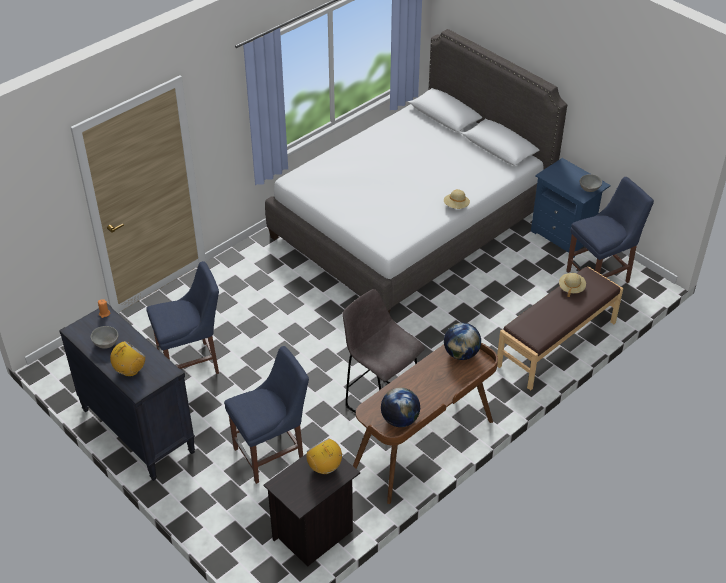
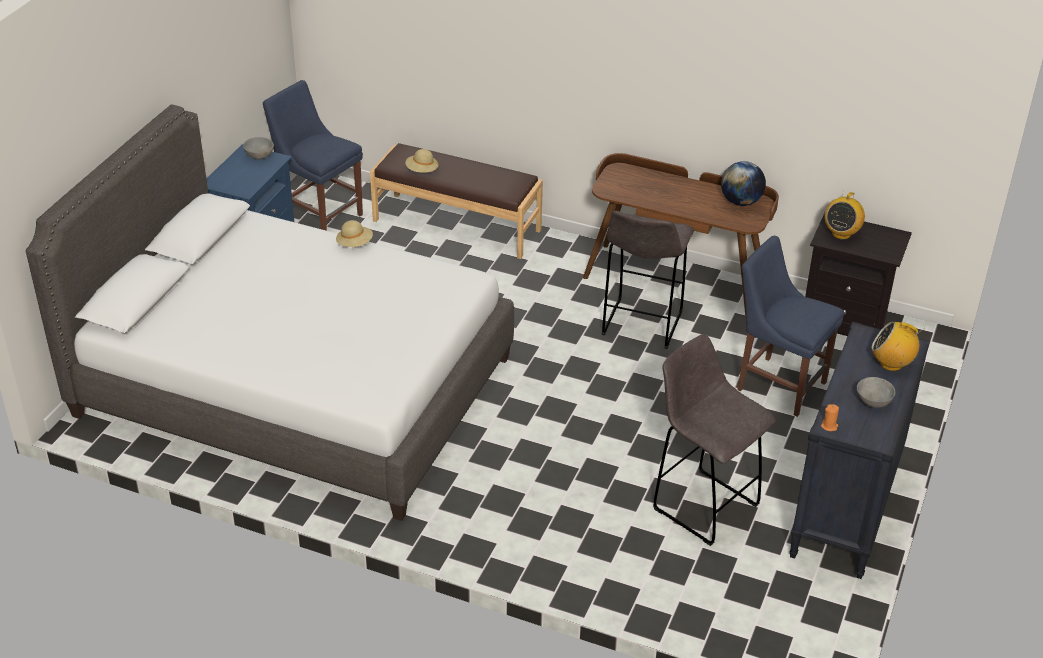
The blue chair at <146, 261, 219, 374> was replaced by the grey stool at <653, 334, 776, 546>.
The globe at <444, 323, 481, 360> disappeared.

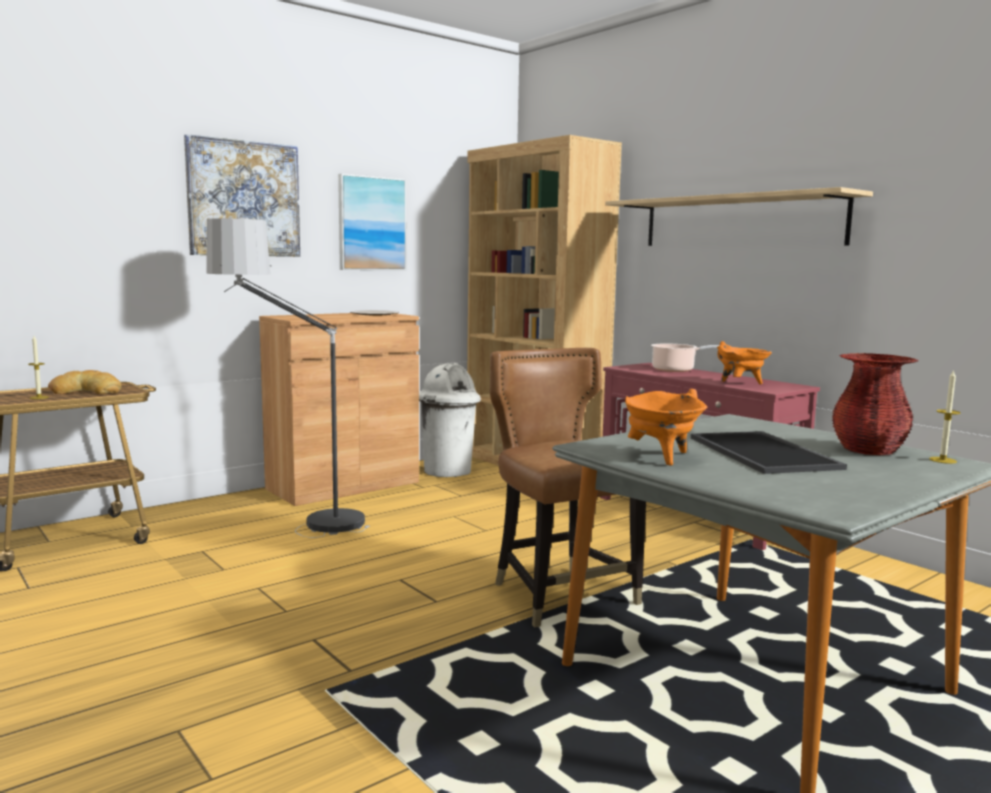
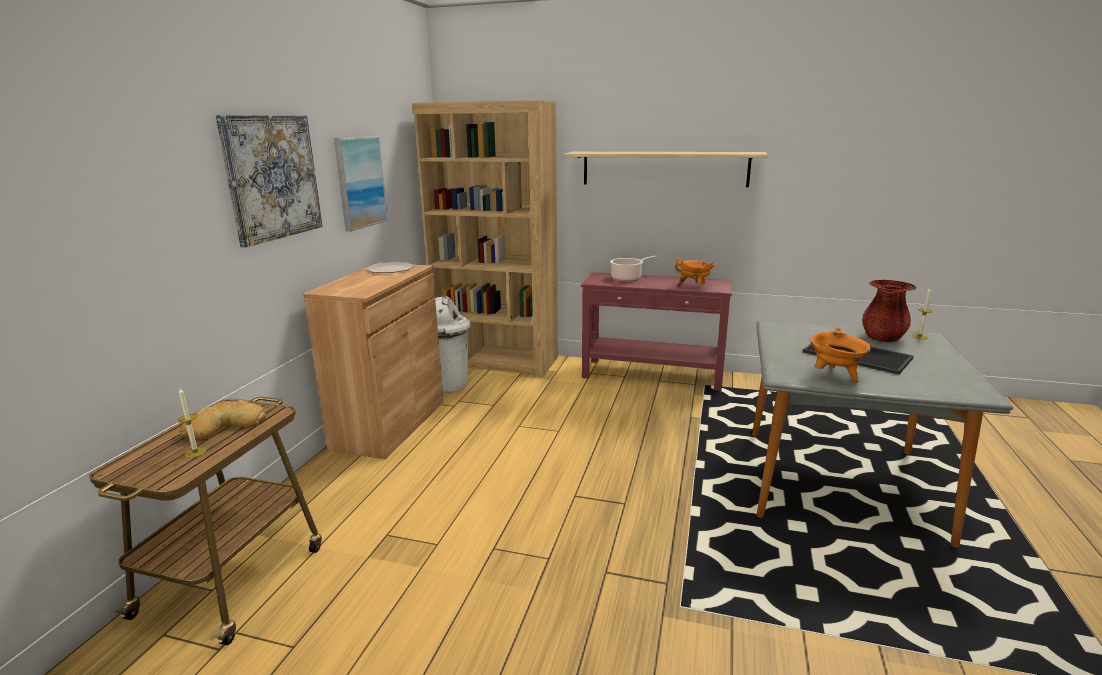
The floor lamp at <206, 218, 370, 538> disappeared.
The brown chair at <490, 348, 646, 627> disappeared.

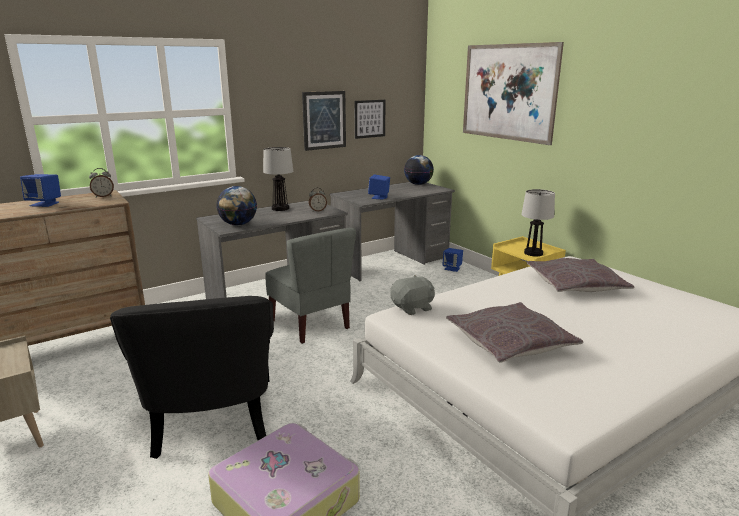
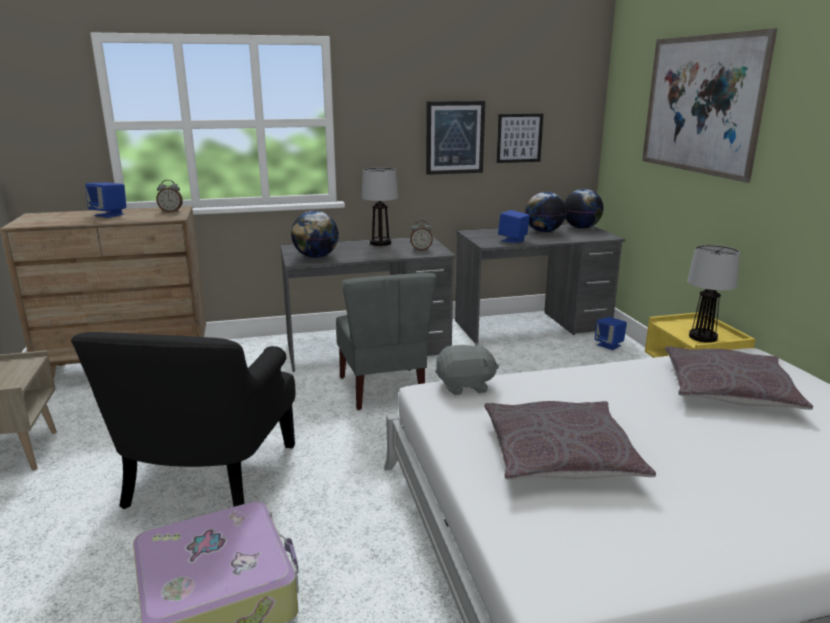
The globe at <525, 192, 566, 232> appeared.

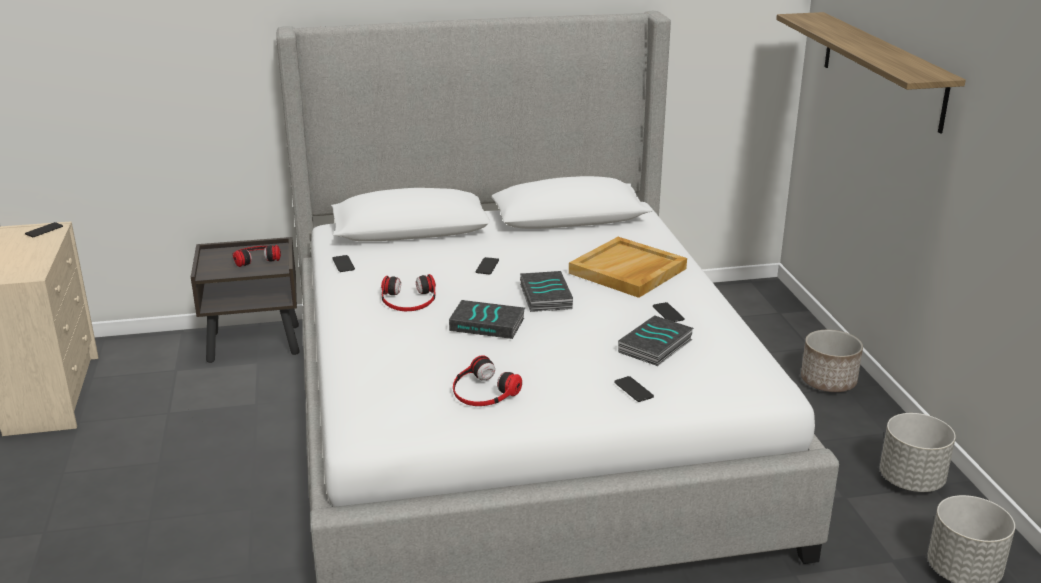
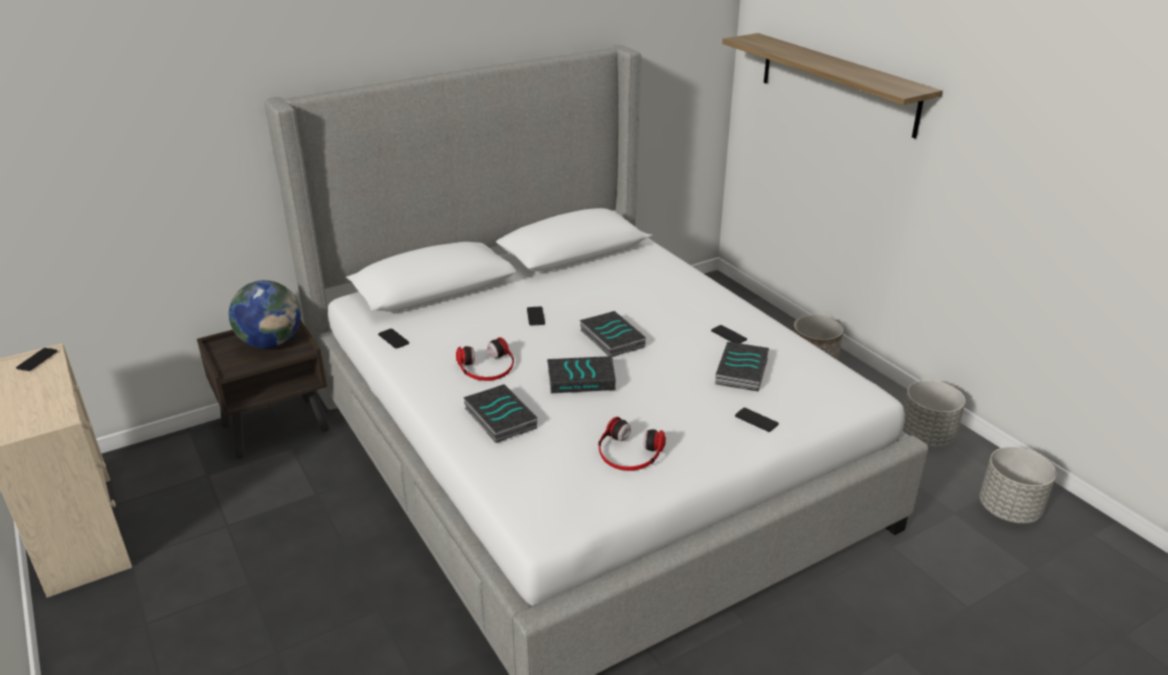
The beige tray at <569, 237, 687, 298> disappeared.
The headphones at <232, 245, 281, 267> was replaced by the globe at <229, 280, 301, 348>.
The book at <463, 384, 537, 443> appeared.

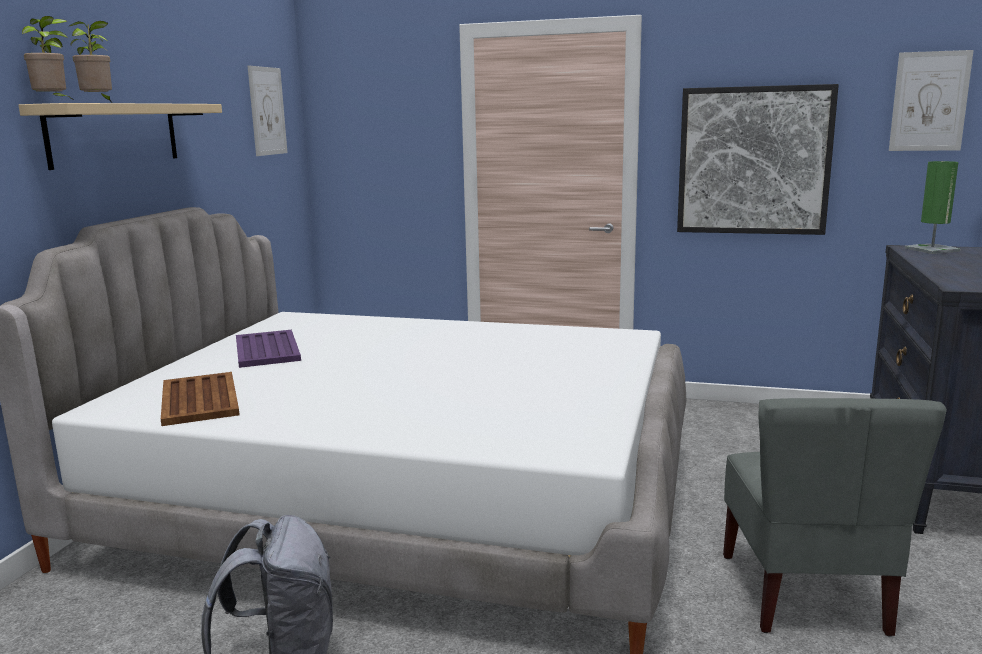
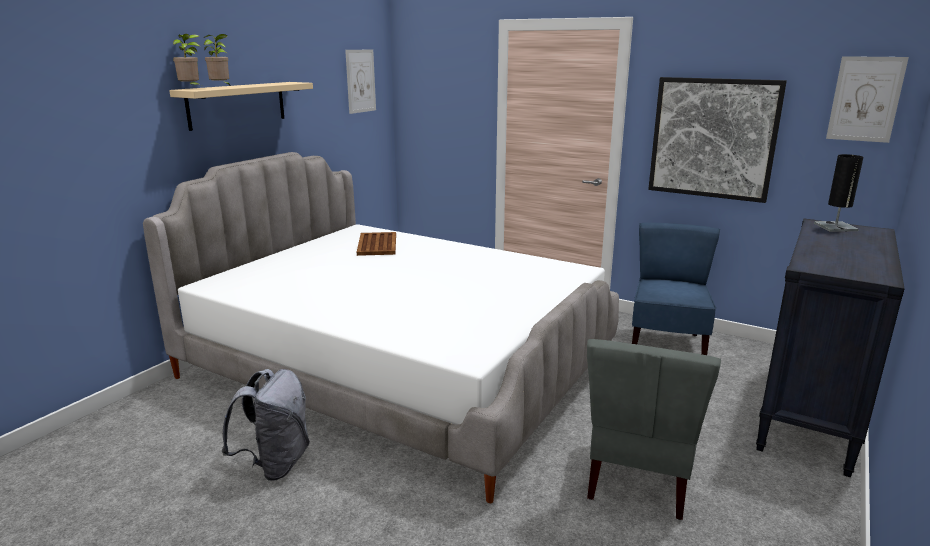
The green table lamp at <905, 161, 960, 254> became the black table lamp at <814, 154, 863, 231>.
The purple tray at <236, 330, 301, 368> disappeared.
The brown tray moved from <161, 372, 240, 426> to <357, 232, 396, 256>.
The blue chair at <632, 223, 720, 355> appeared.

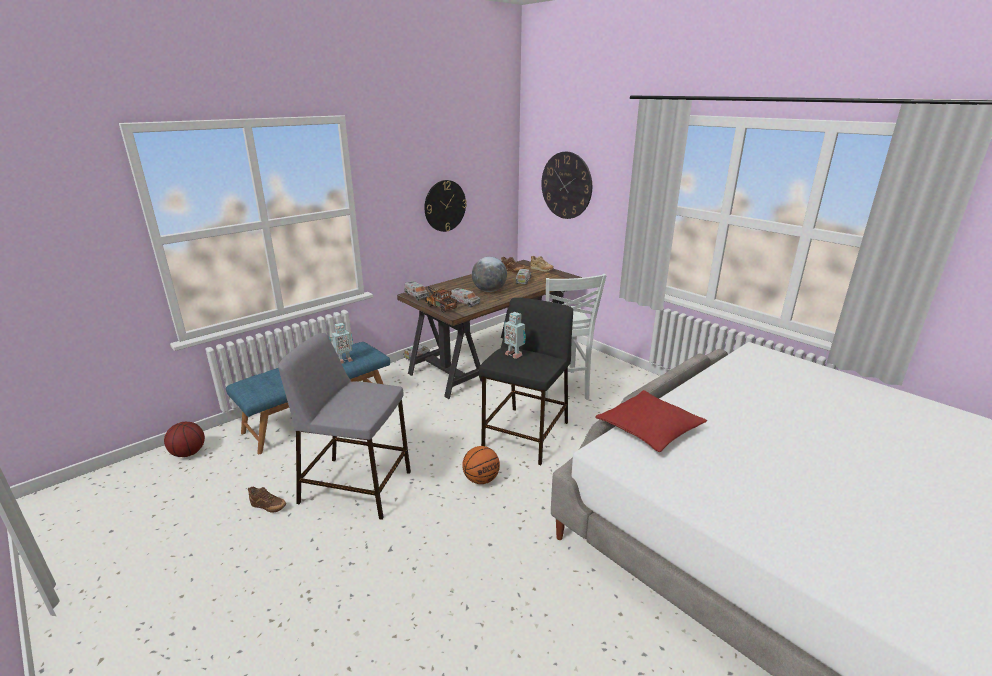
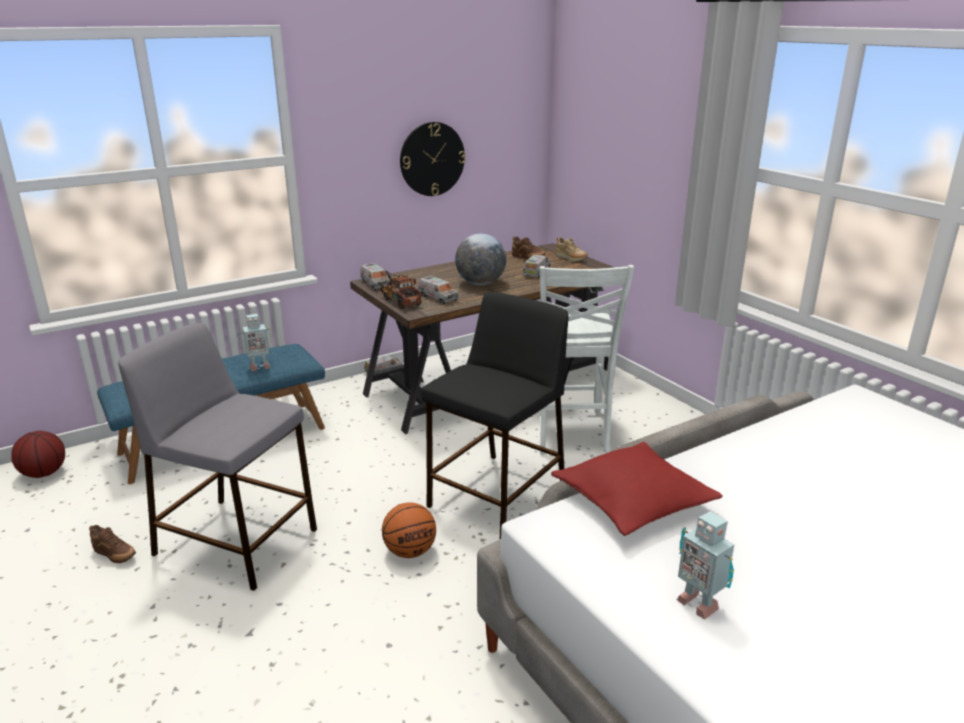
The wall clock at <542, 152, 592, 219> disappeared.
The toy robot moved from <504, 312, 526, 359> to <677, 511, 734, 620>.

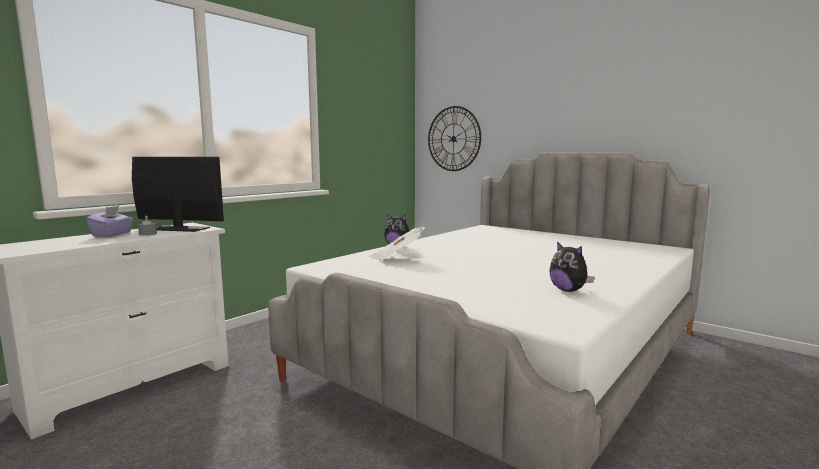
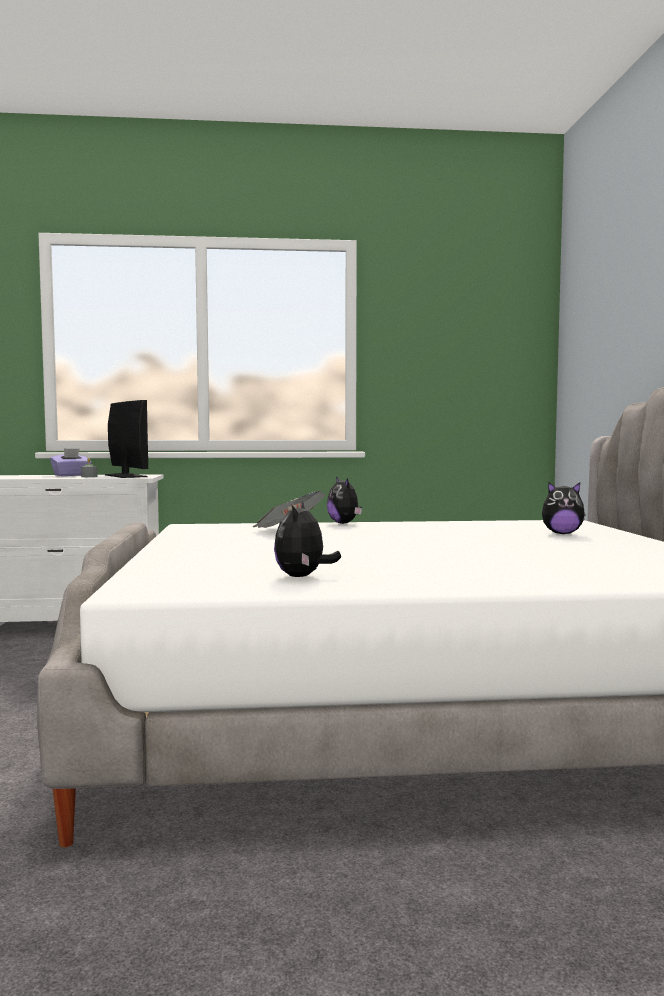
The wall clock at <428, 106, 481, 171> disappeared.
The plush toy at <542, 482, 586, 534> appeared.

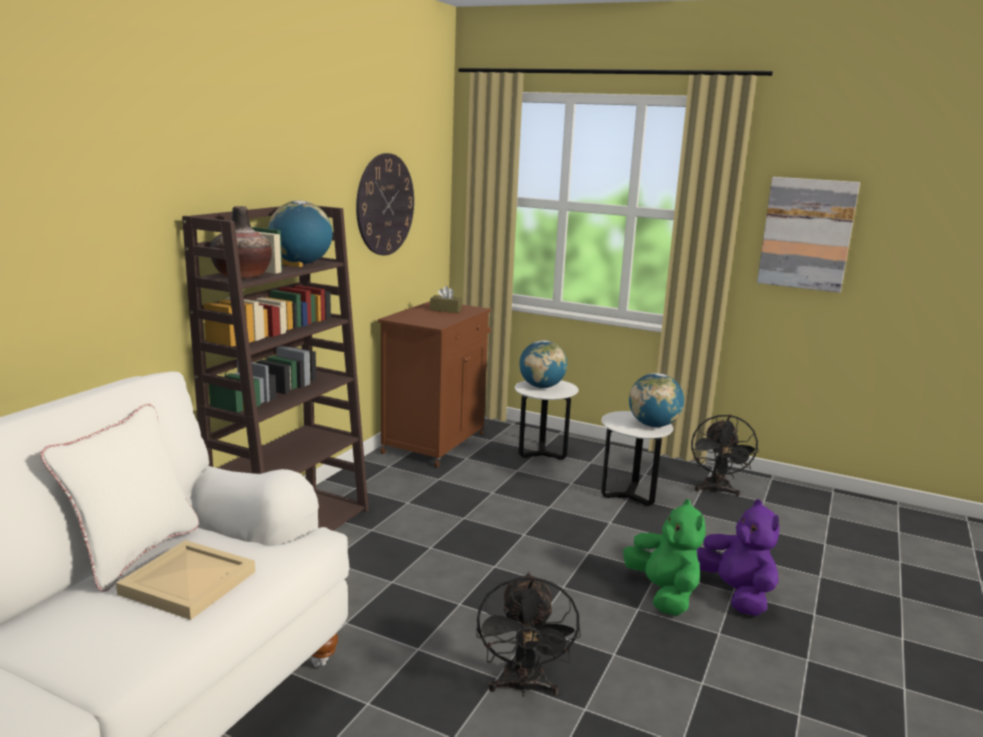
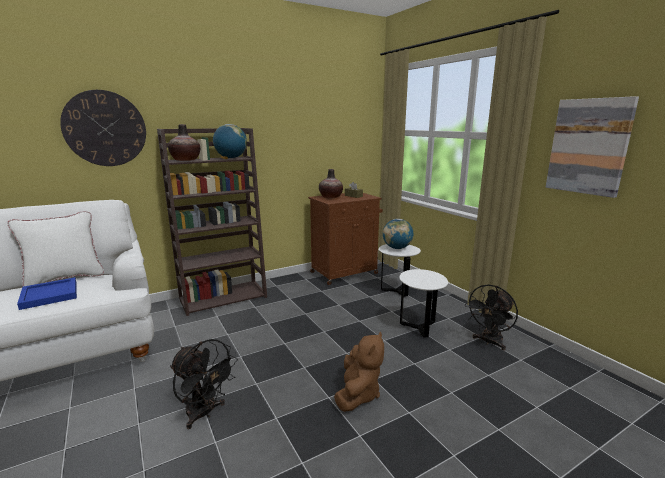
The wall clock moved from <356, 153, 414, 256> to <60, 90, 146, 166>.
The globe at <629, 373, 684, 427> disappeared.
The green plush toy at <623, 499, 705, 616> became the brown plush toy at <334, 331, 384, 412>.
The purple plush toy at <697, 499, 780, 616> disappeared.
The beige tray at <116, 540, 255, 620> became the blue tray at <17, 277, 77, 310>.
The black fan at <476, 572, 581, 697> turned 90 degrees counterclockwise.
The vase at <319, 169, 343, 198> appeared.

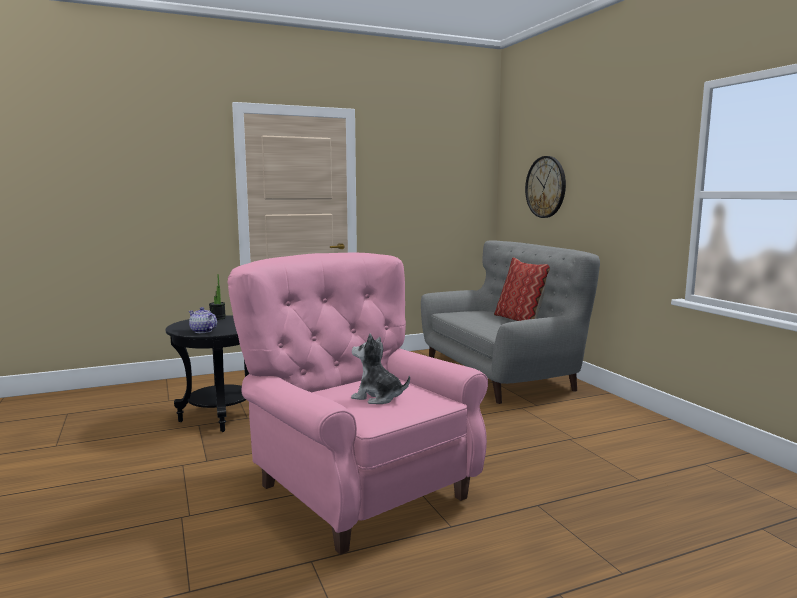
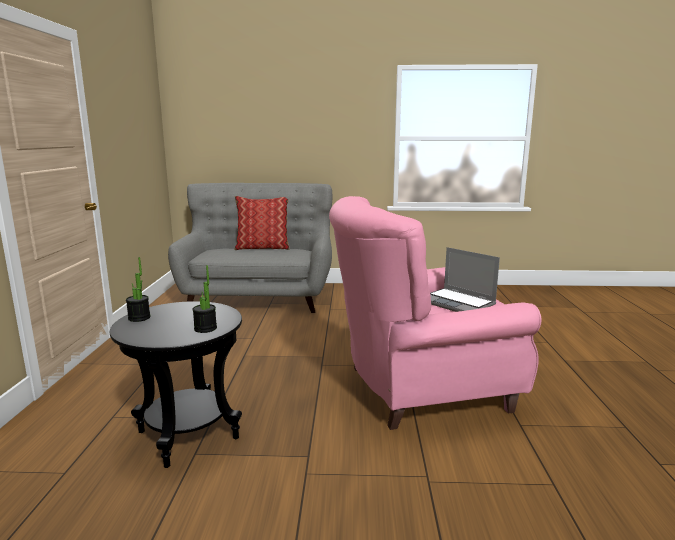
The wall clock at <525, 156, 566, 218> disappeared.
The teapot at <189, 307, 217, 333> was replaced by the potted plant at <192, 265, 217, 333>.
The plush toy at <351, 334, 410, 404> was replaced by the laptop at <430, 247, 500, 312>.

